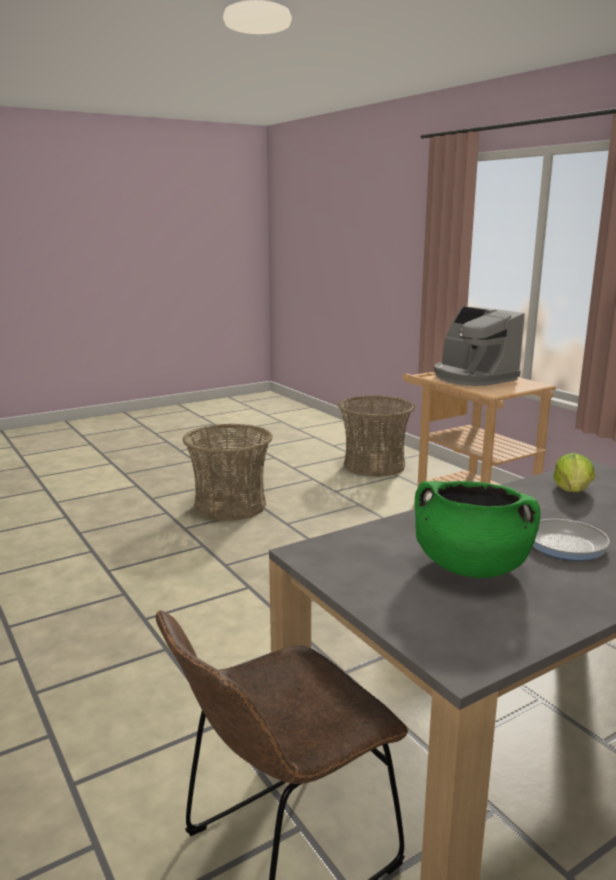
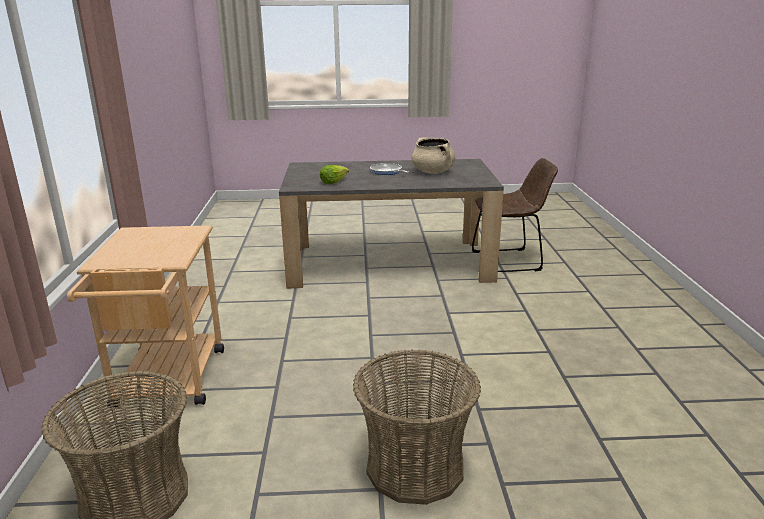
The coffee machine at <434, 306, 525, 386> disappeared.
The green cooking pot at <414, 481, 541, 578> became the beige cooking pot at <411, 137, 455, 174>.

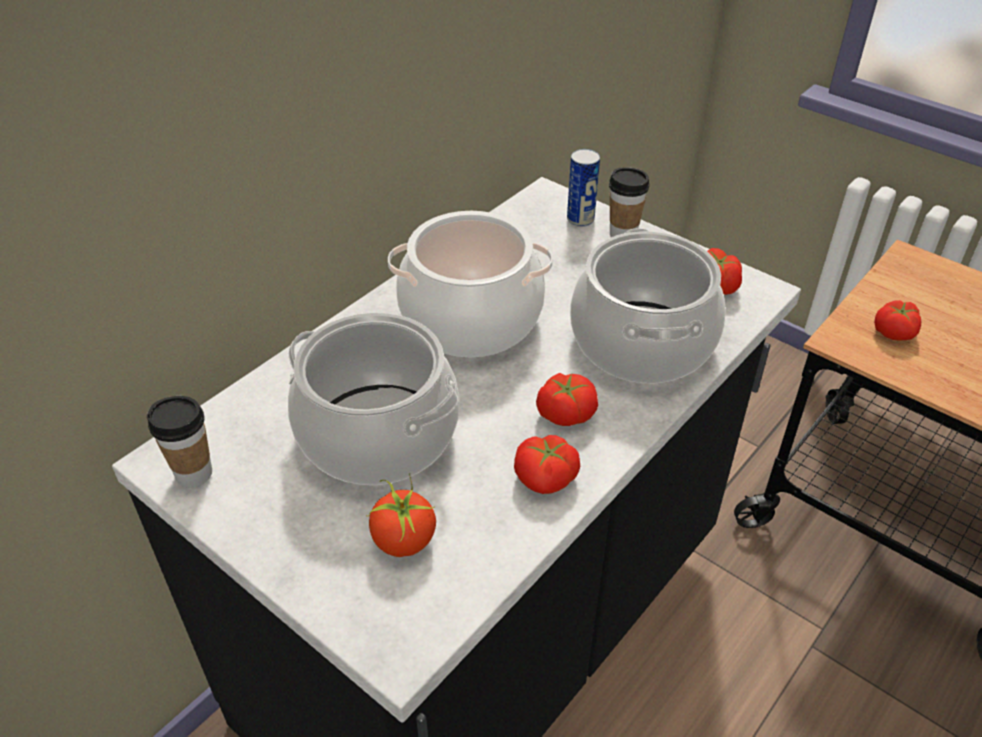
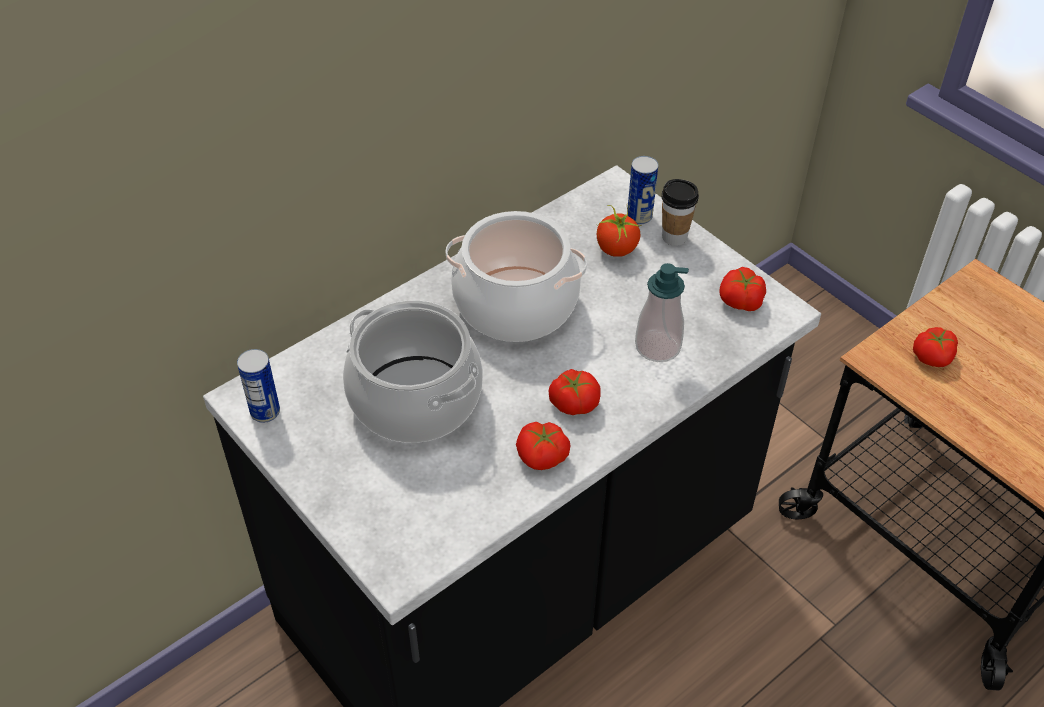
The cooking pot at <570, 228, 726, 383> was replaced by the soap dispenser at <635, 263, 689, 362>.
The cup at <147, 396, 212, 487> was replaced by the can at <237, 349, 280, 423>.
The tomato moved from <366, 473, 436, 557> to <597, 203, 641, 257>.

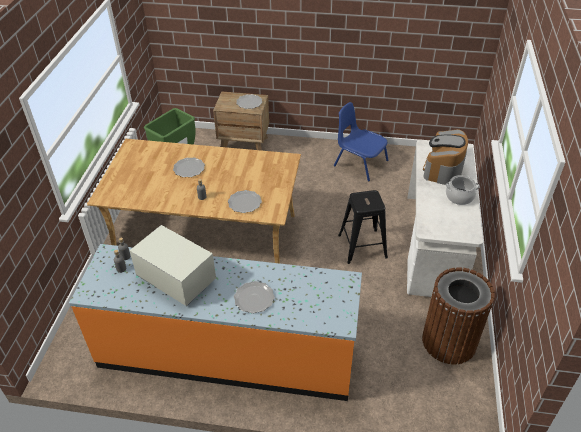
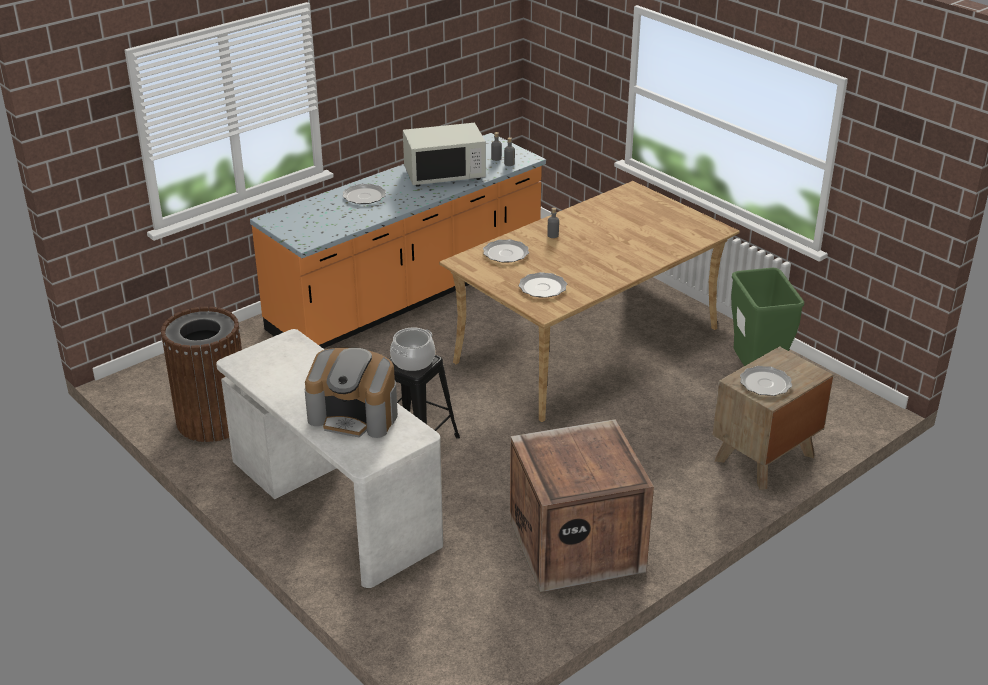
The blue chair at <334, 102, 389, 182> was replaced by the crate at <510, 419, 654, 593>.
The coffee machine at <423, 129, 468, 185> turned 135 degrees clockwise.
The plate moved from <173, 158, 205, 177> to <519, 272, 567, 298>.
The cooking pot moved from <446, 175, 479, 205> to <390, 327, 435, 371>.

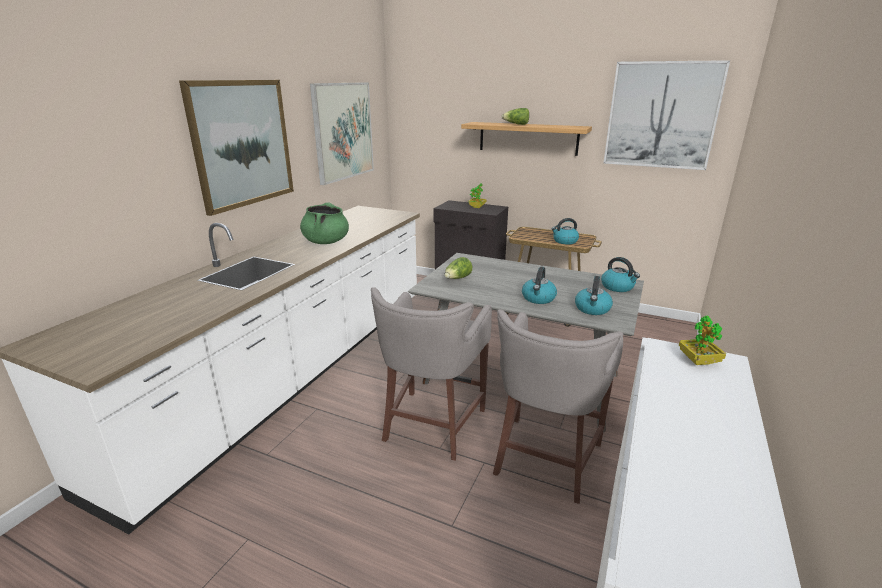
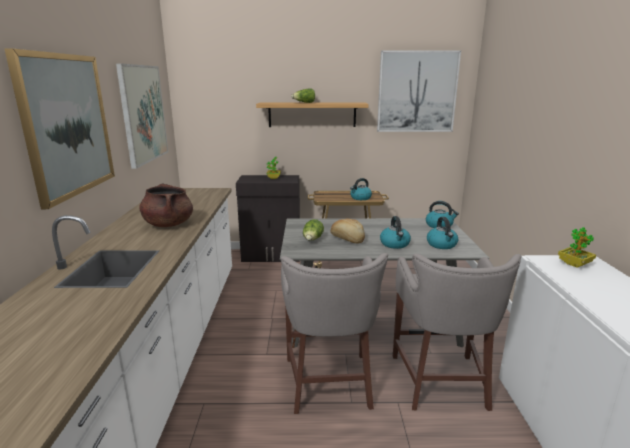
The green cooking pot at <300, 202, 349, 244> became the brown cooking pot at <139, 184, 193, 227>.
The bread at <331, 218, 365, 244> appeared.

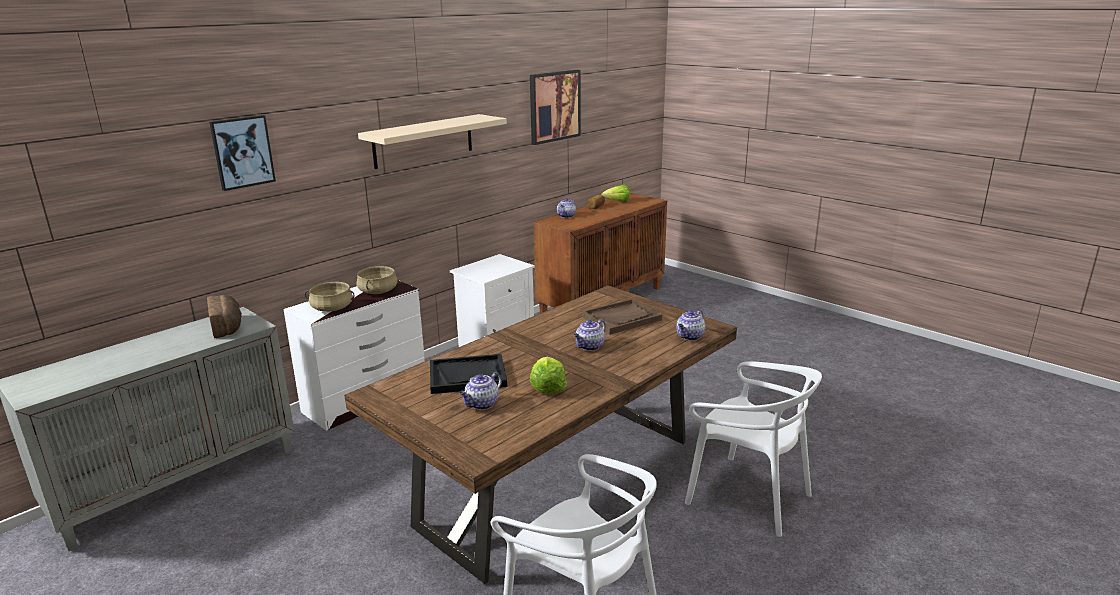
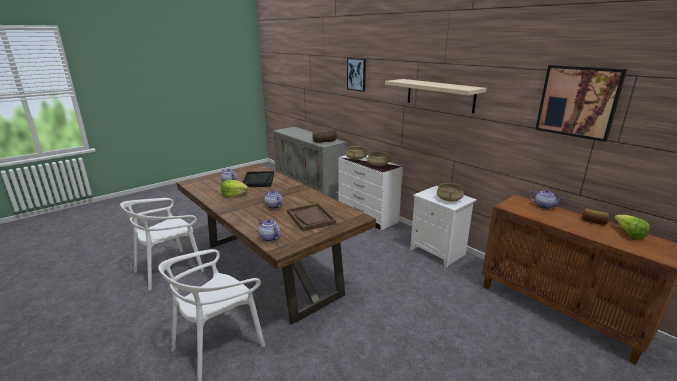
The beige cooking pot at <437, 183, 464, 201> appeared.

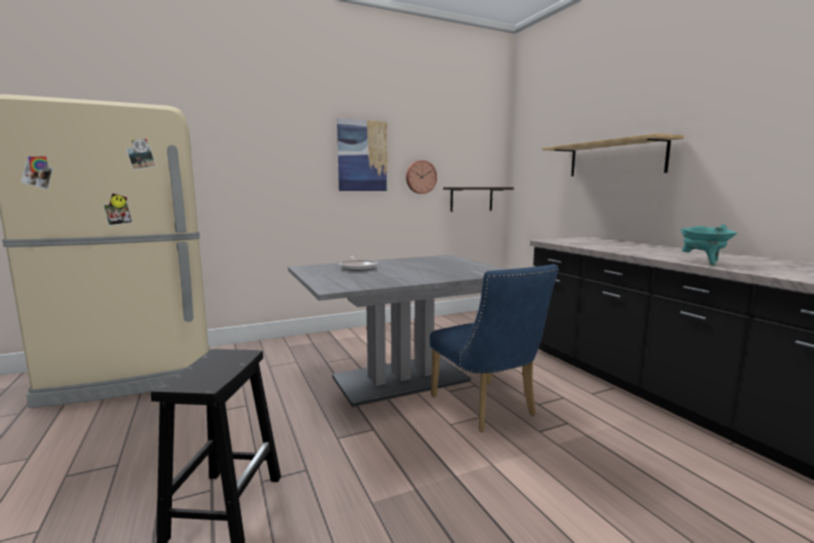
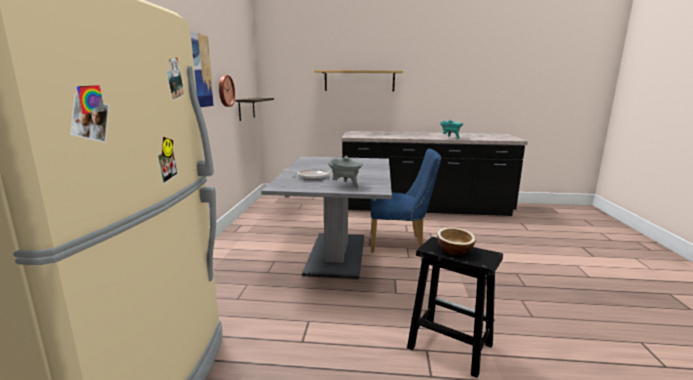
The grey cooking pot at <328, 155, 363, 187> appeared.
The bowl at <437, 227, 476, 255> appeared.

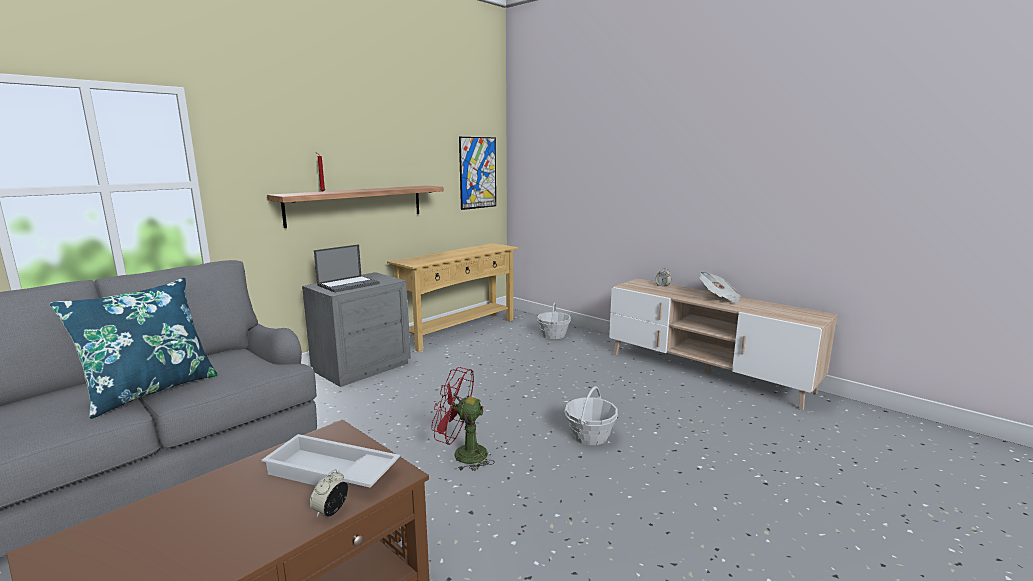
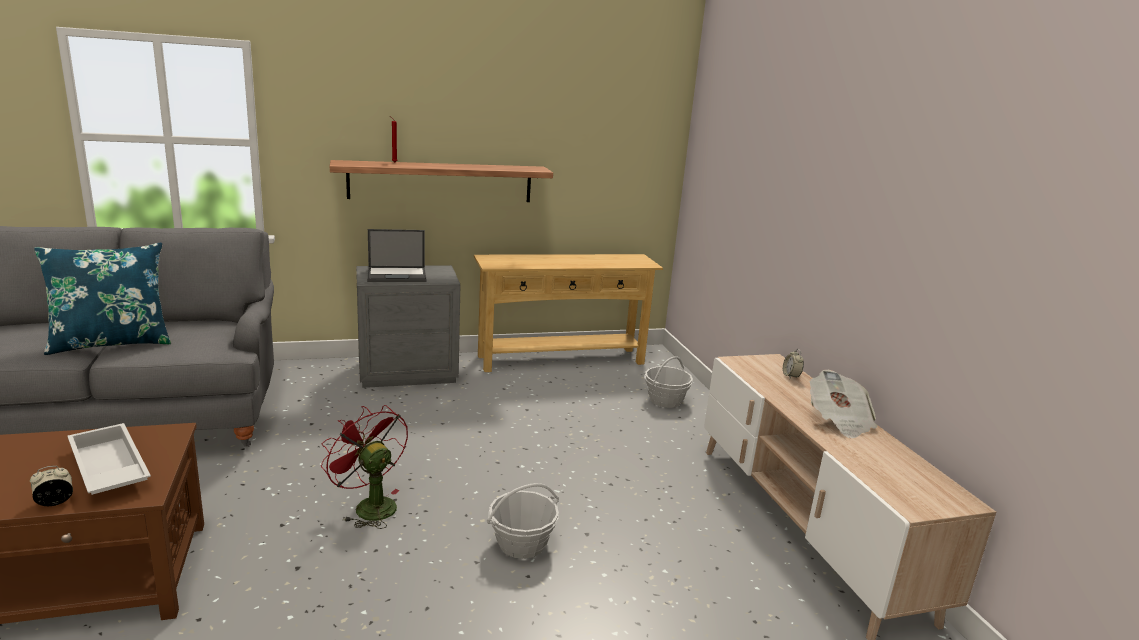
The picture at <459, 137, 496, 210> disappeared.

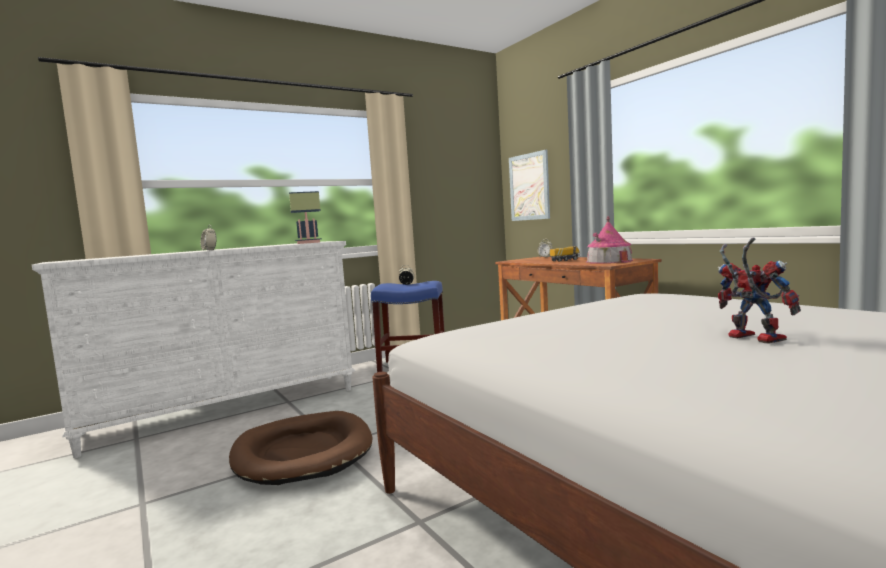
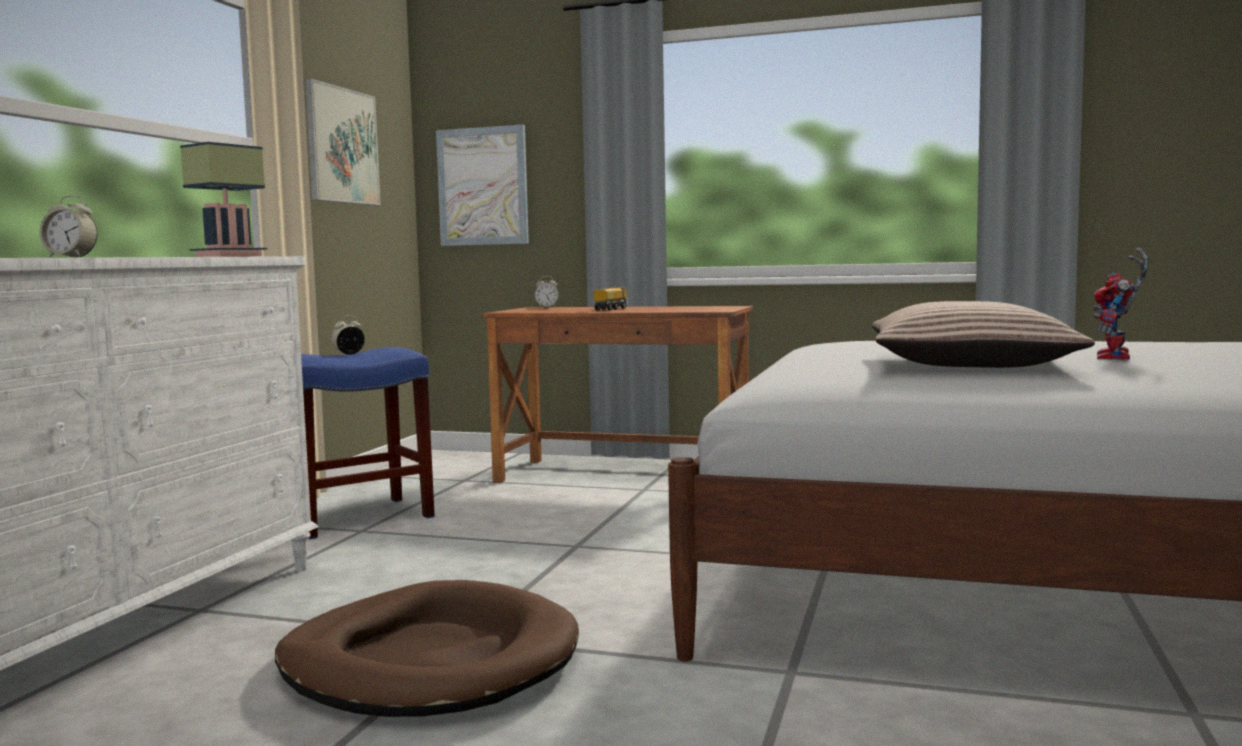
The toy house at <586, 216, 633, 264> disappeared.
The toy robot at <717, 238, 801, 344> turned 90 degrees counterclockwise.
The picture at <305, 79, 381, 205> appeared.
The pillow at <872, 301, 1095, 368> appeared.

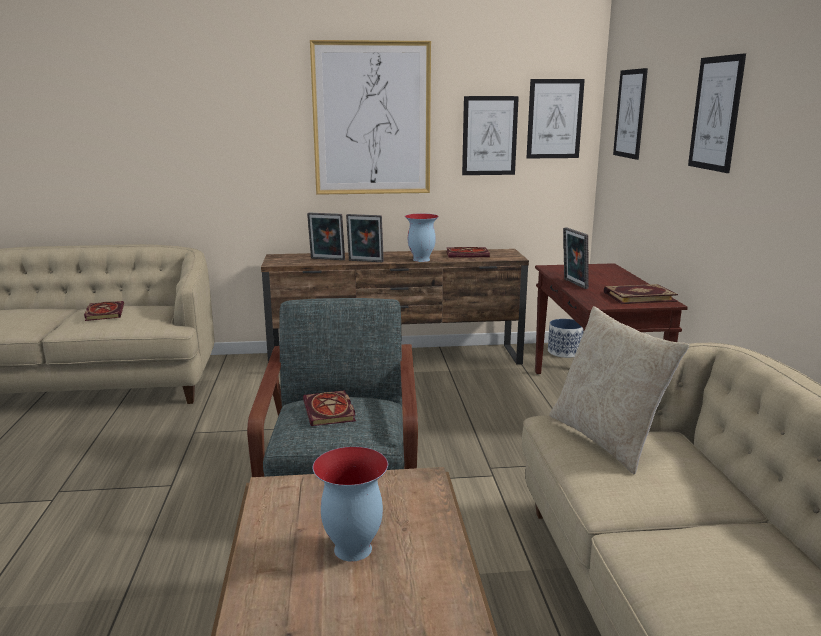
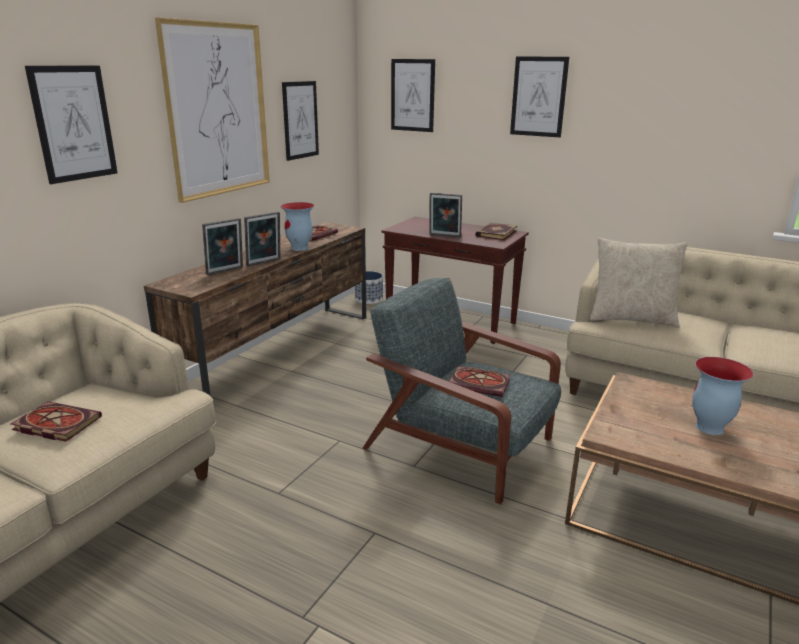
The picture moved from <527, 79, 585, 158> to <25, 66, 118, 184>.

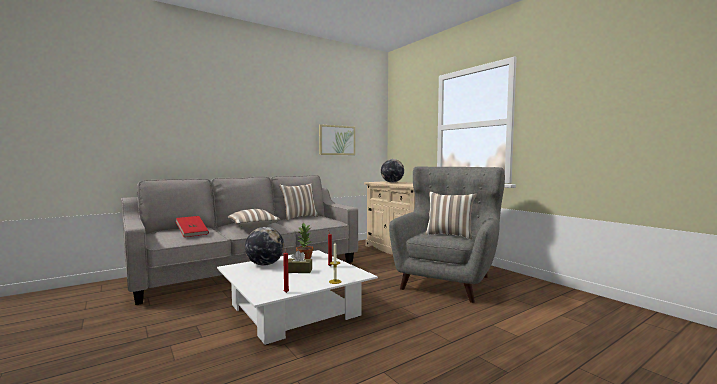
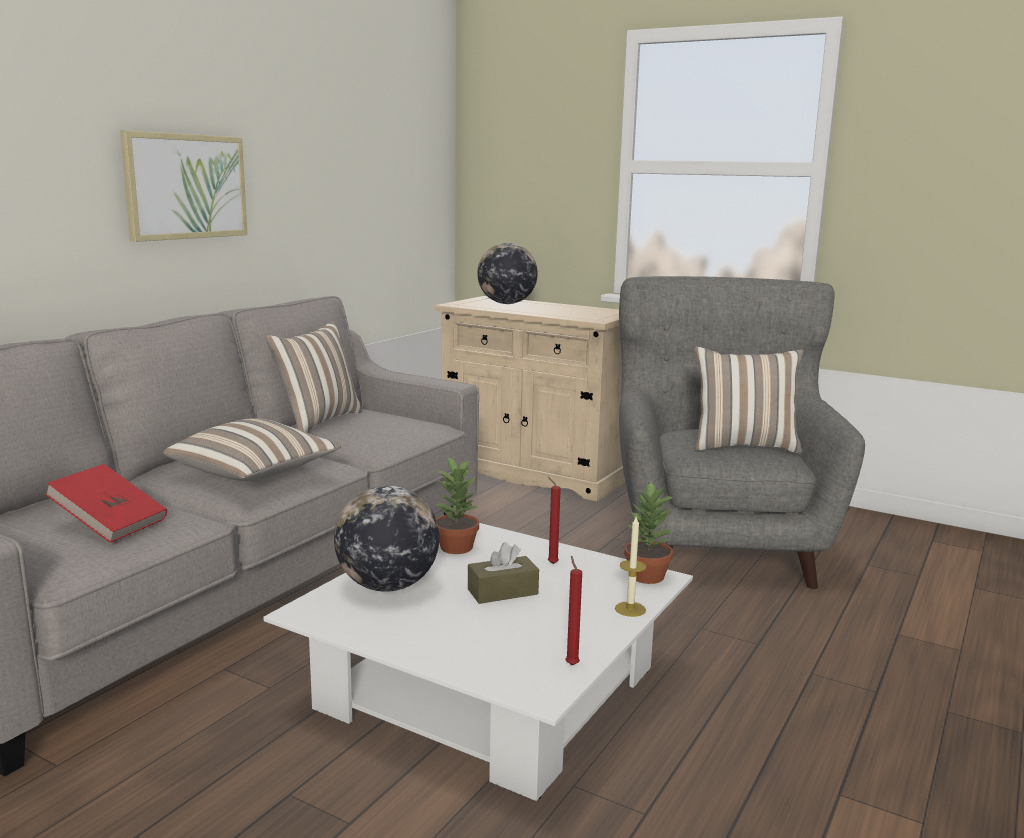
The picture moved from <319, 124, 355, 155> to <120, 130, 248, 242>.
The potted plant at <624, 482, 675, 584> appeared.

